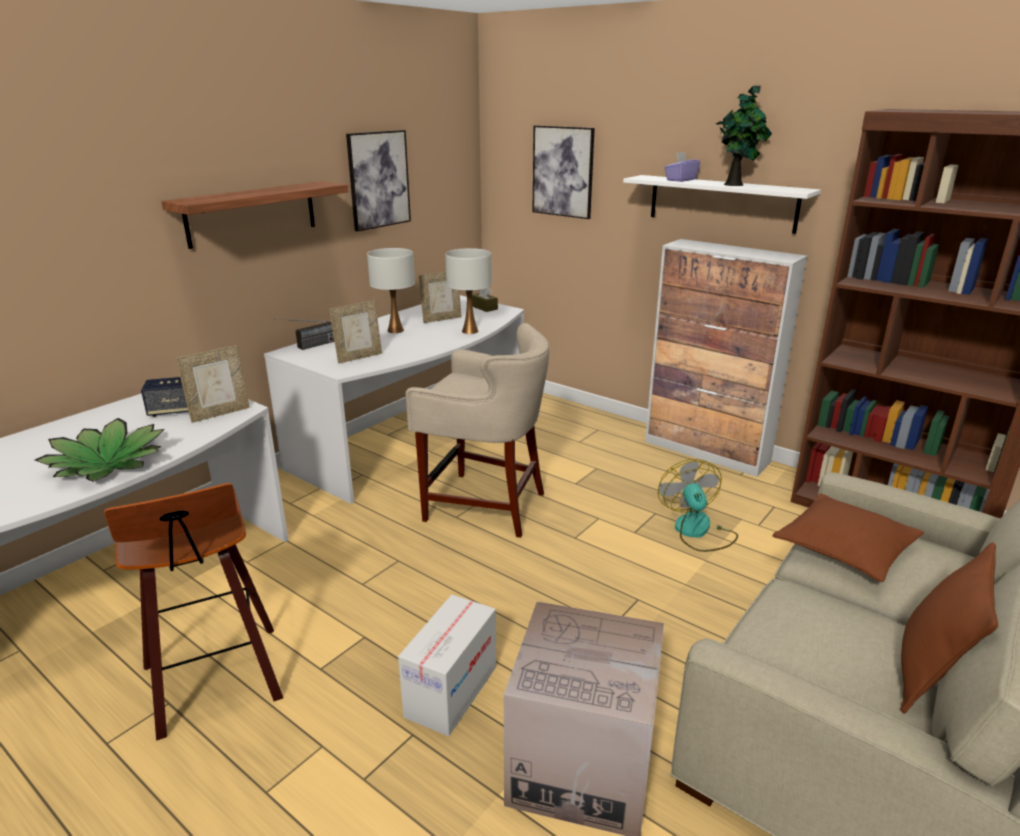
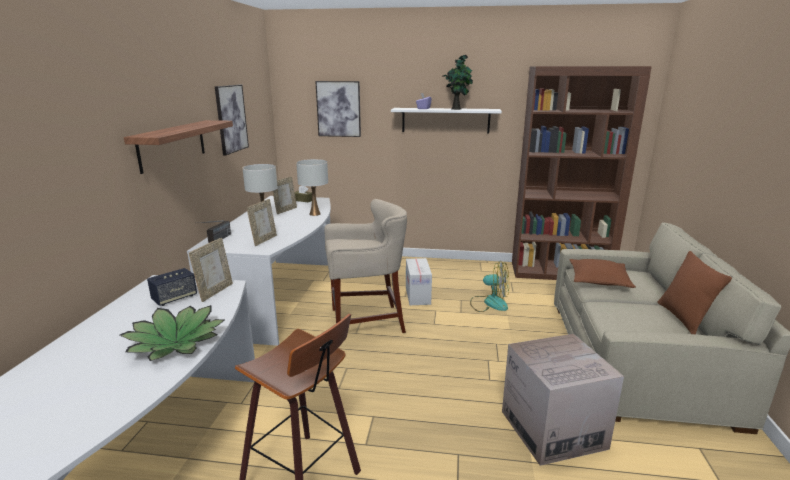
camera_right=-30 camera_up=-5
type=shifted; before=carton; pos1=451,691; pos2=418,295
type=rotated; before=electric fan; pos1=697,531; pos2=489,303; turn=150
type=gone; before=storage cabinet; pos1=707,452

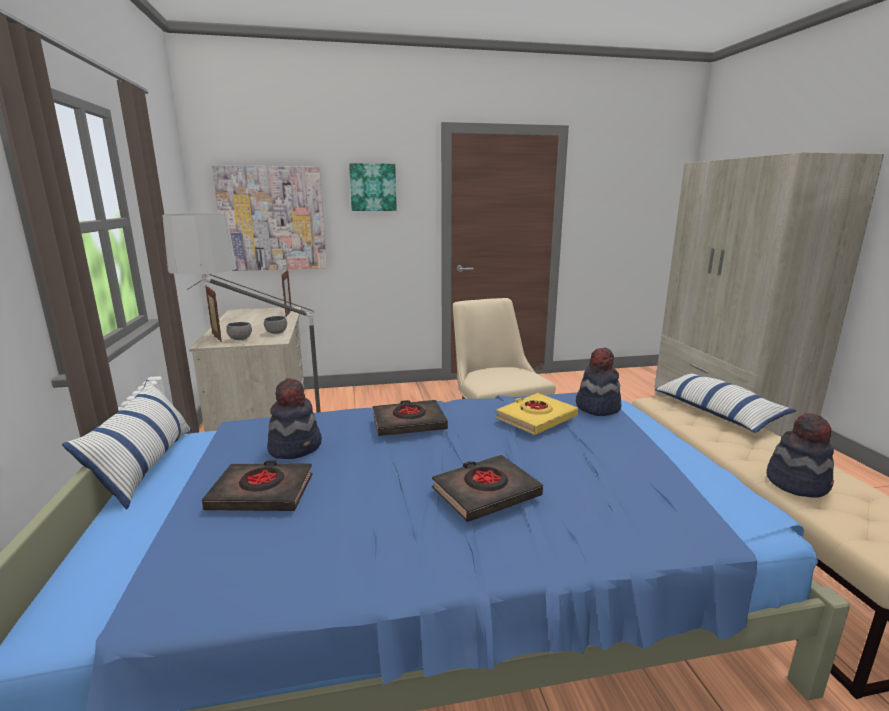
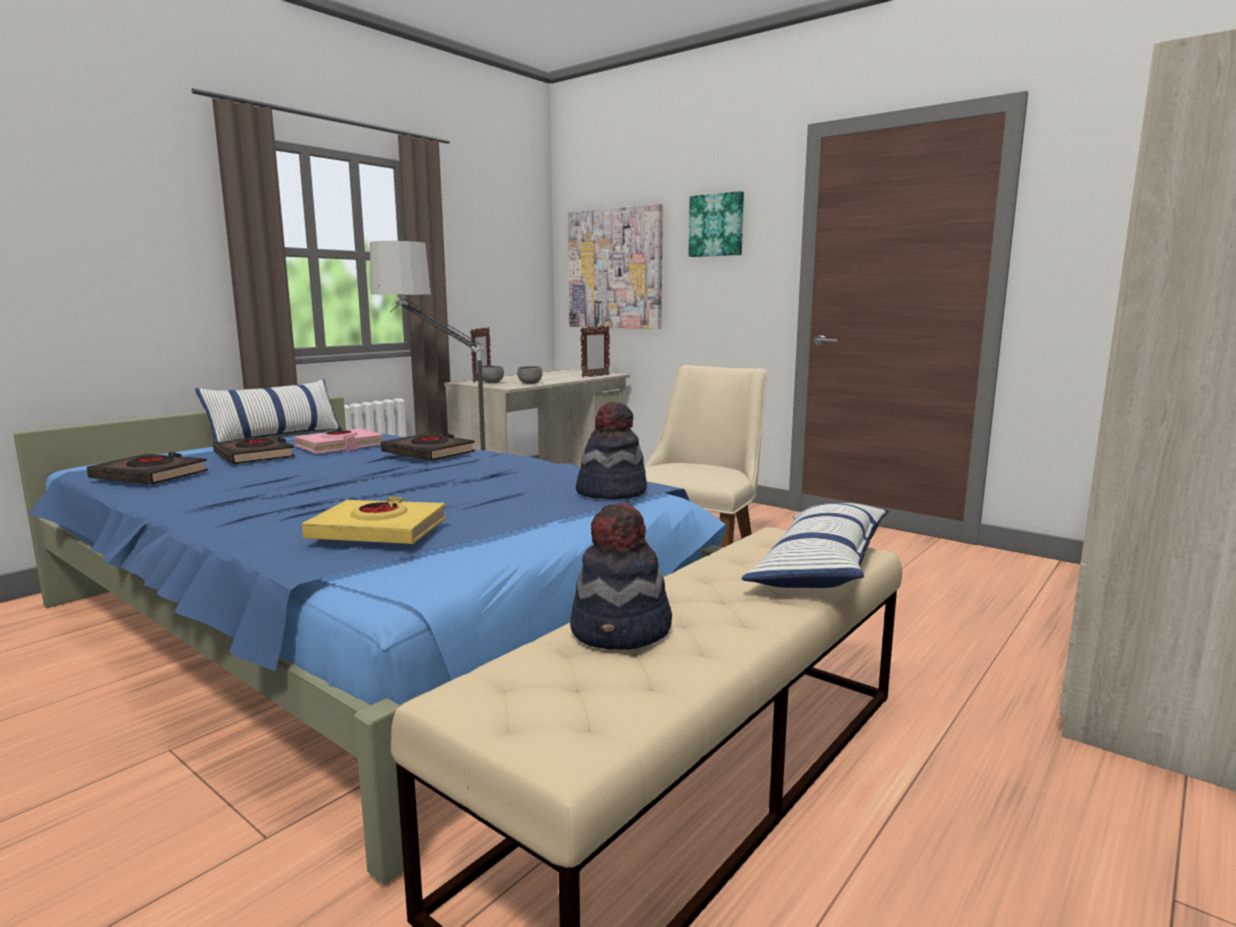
camera_right=50 camera_up=-5
type=shifted; before=book (black-coloured); pos1=485,493; pos2=150,476
type=swapped; before=clothing hat; after=book (pink-coloured); pos1=296,447; pos2=340,447
type=shifted; before=book (yellowish); pos1=536,418; pos2=378,531

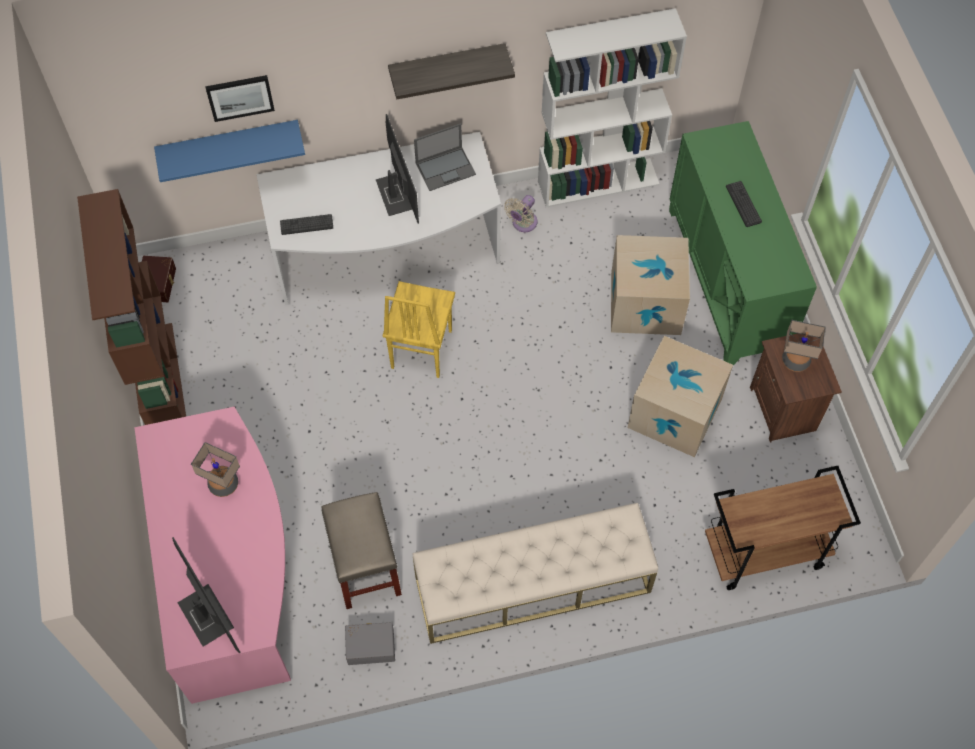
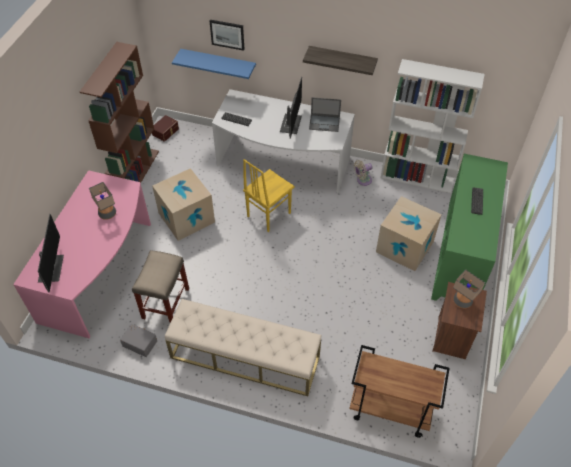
camera_right=30 camera_up=-10
type=shifted; before=carton; pos1=675,413; pos2=186,217

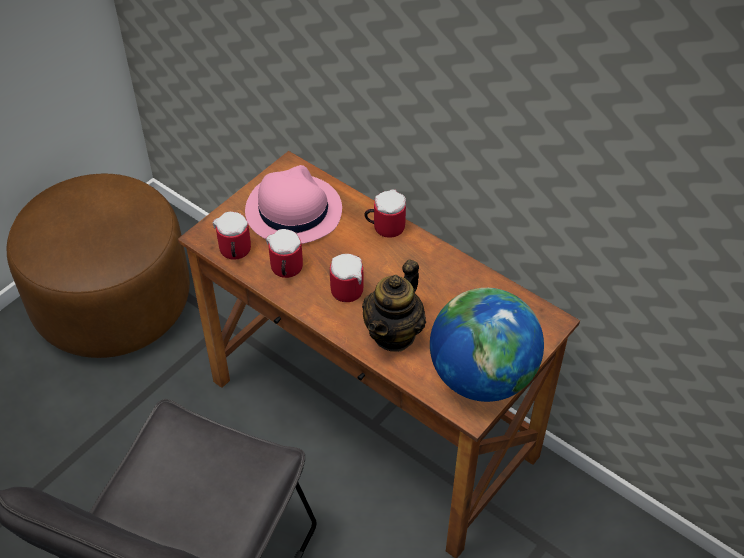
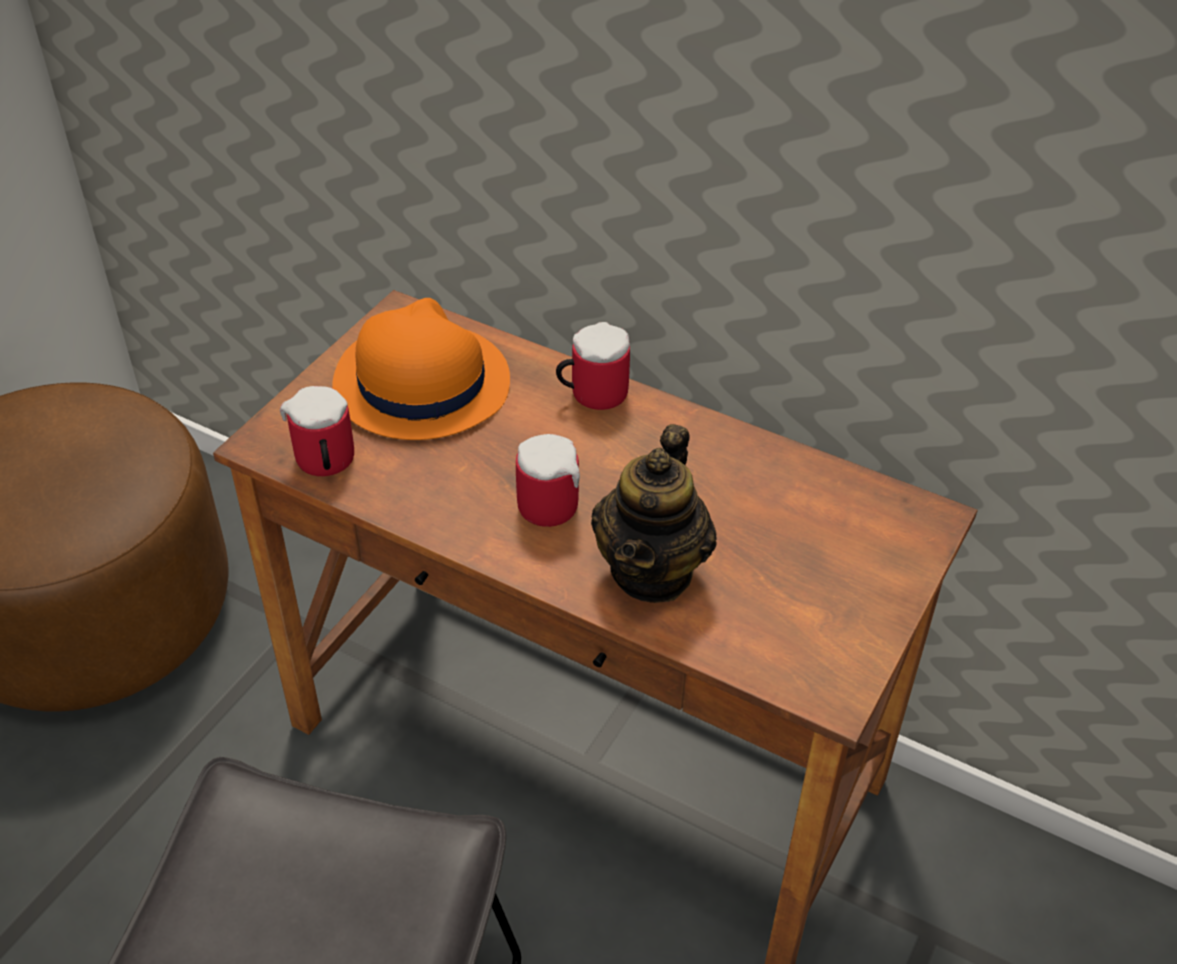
camera_right=-10 camera_up=-5
type=repainted; before=clothing hat (pink-coloured); after=clothing hat (orange); pos1=292,210; pos2=420,383
type=gone; before=mug; pos1=285,270
type=gone; before=world globe; pos1=481,377

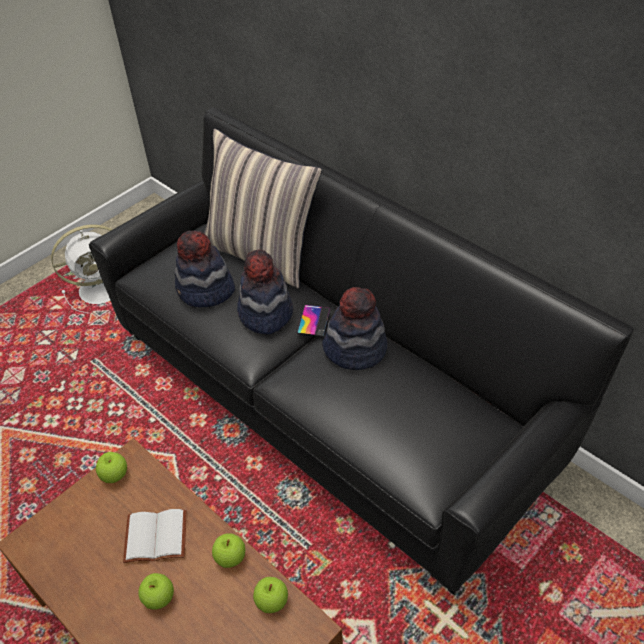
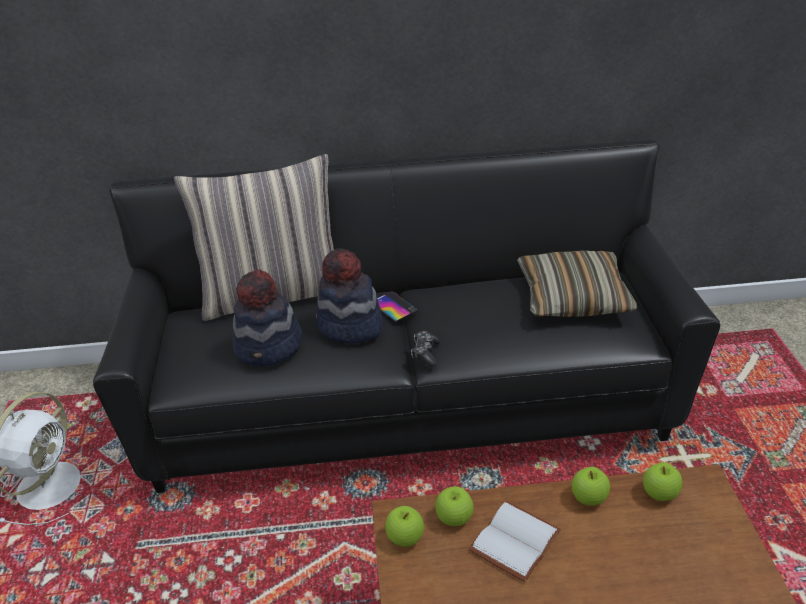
camera_right=-50 camera_up=-10
type=new; after=joypad; pos2=425,353
type=shifted; before=whole apple; pos1=159,598; pos2=454,518
type=new; after=throw pillow; pos2=573,297
type=gone; before=clothing hat; pos1=355,349

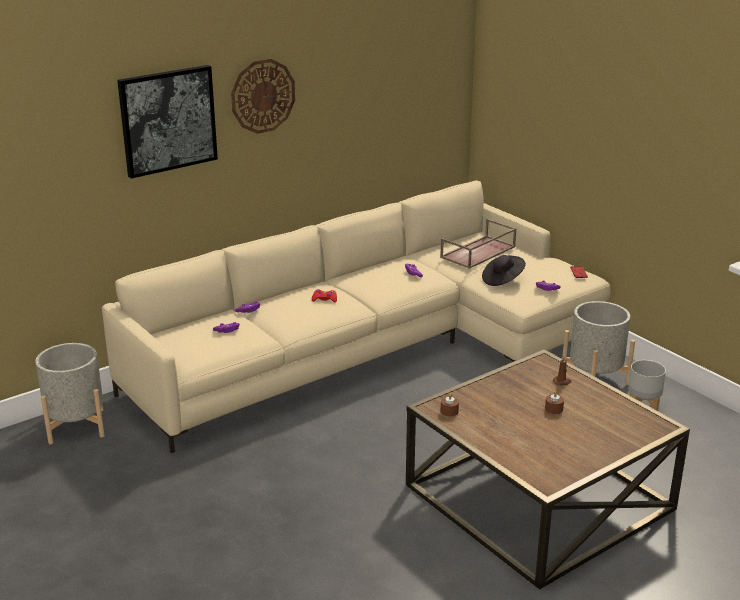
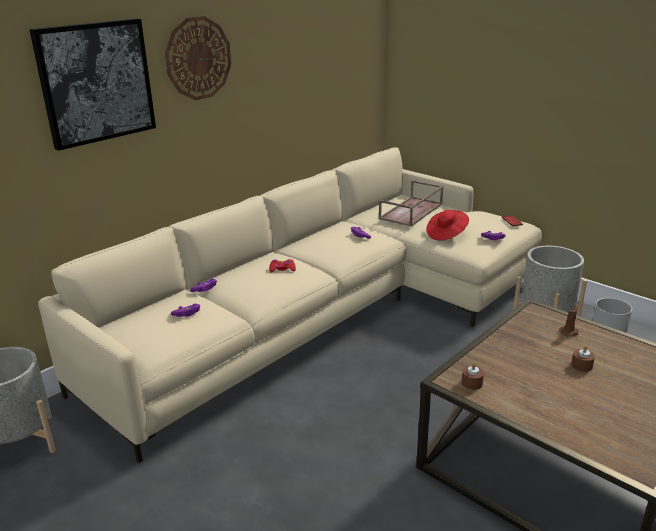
camera_right=-10 camera_up=0
type=repainted; before=clothing hat (black-coloured); after=clothing hat (reddish); pos1=502,280; pos2=446,234

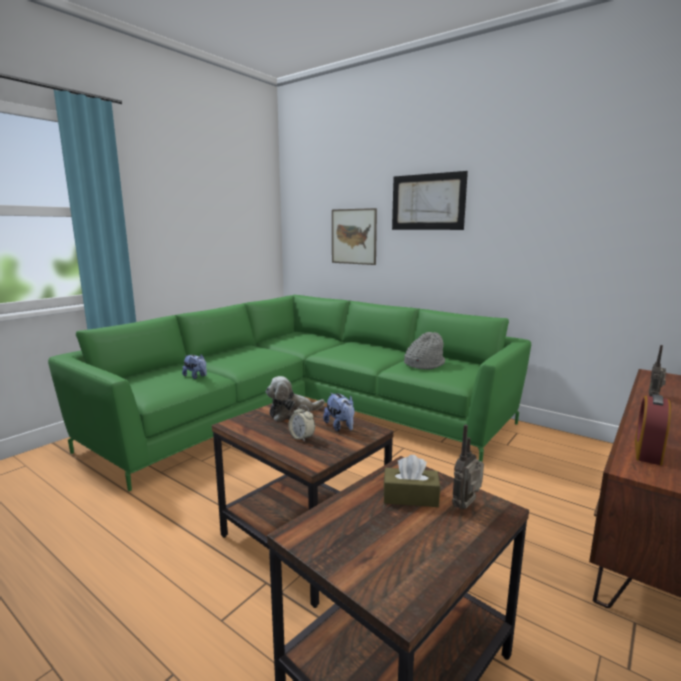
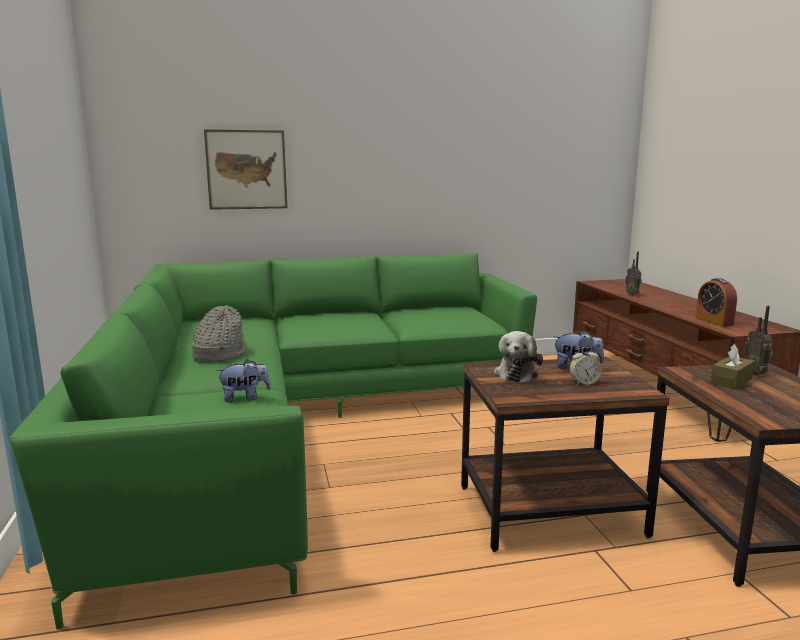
camera_right=-50 camera_up=0
type=shifted; before=clothing hat (grey); pos1=424,364; pos2=219,354
type=gone; before=picture; pos1=427,202

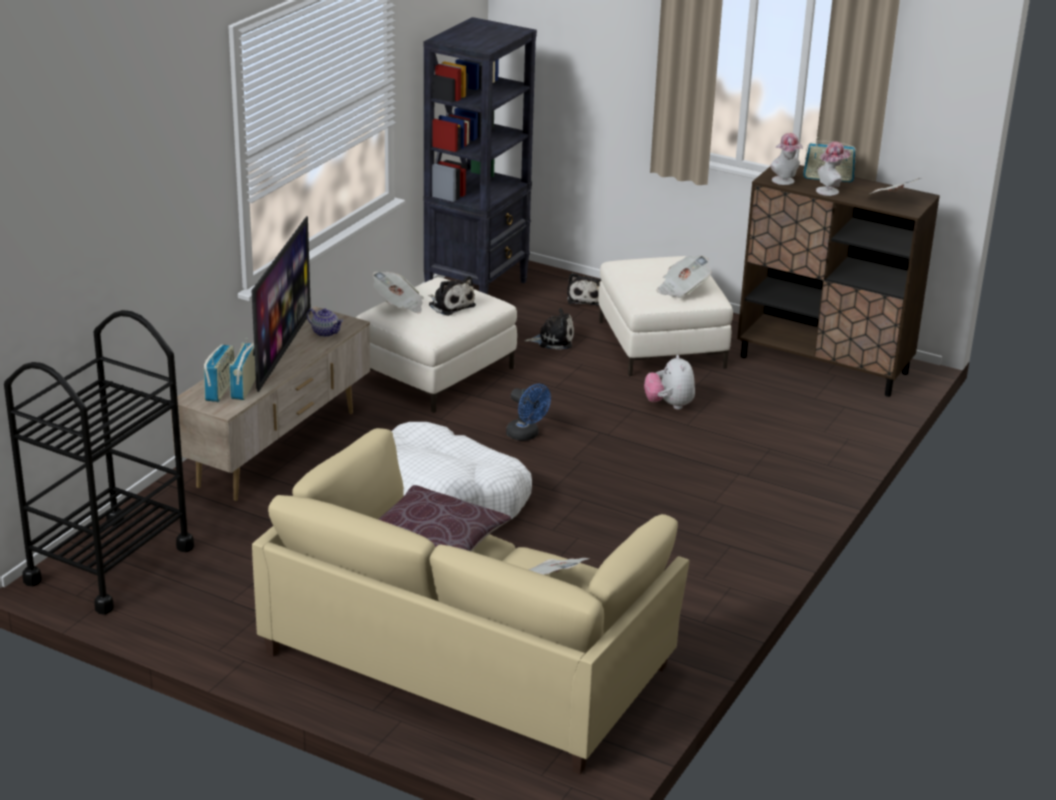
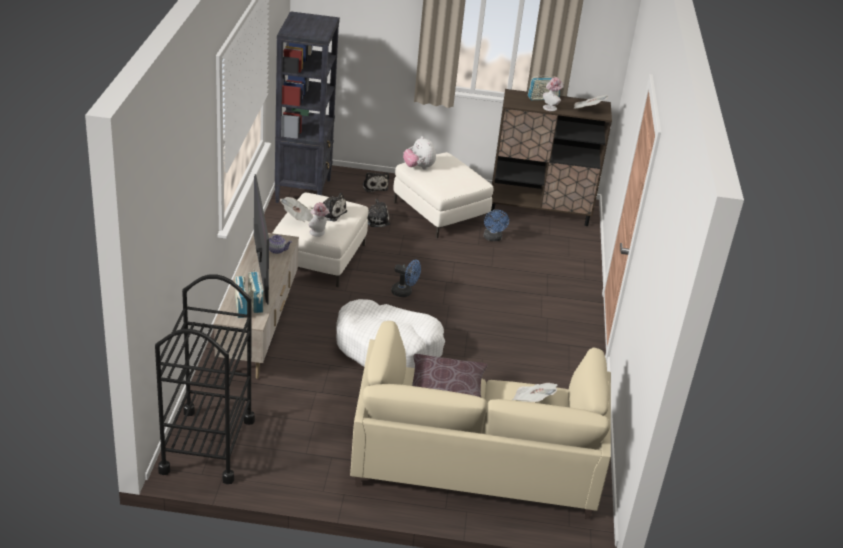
camera_right=-25 camera_up=5
type=shifted; before=clothing hat; pos1=785,181; pos2=319,233
type=shifted; before=cuddly toy; pos1=669,405; pos2=418,167
type=new; after=electric fan (blue); pos2=493,238
type=gone; before=daily paper; pos1=682,289

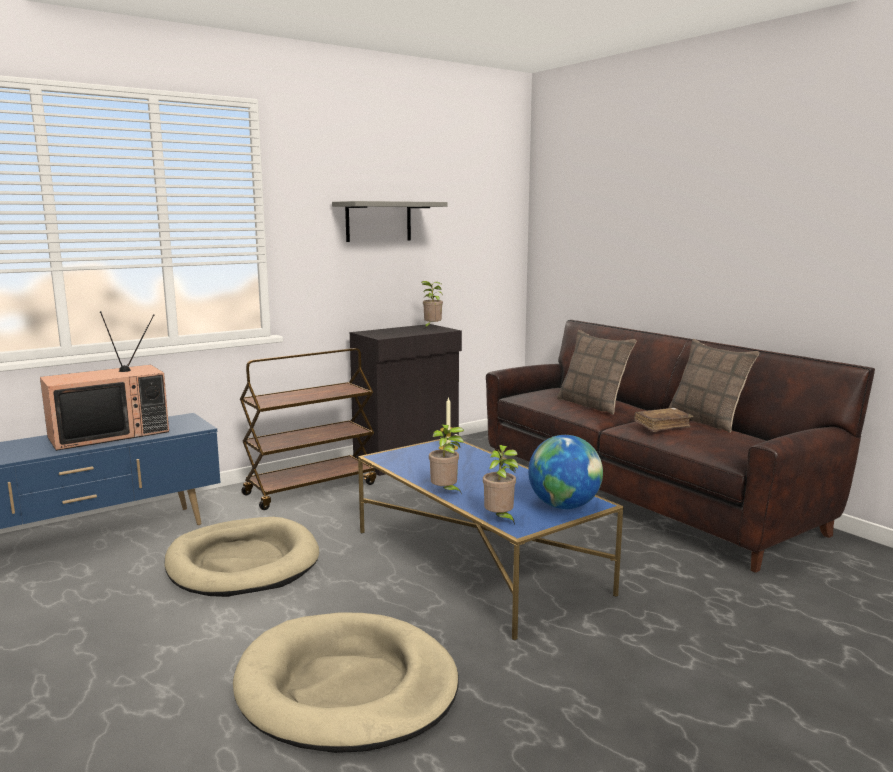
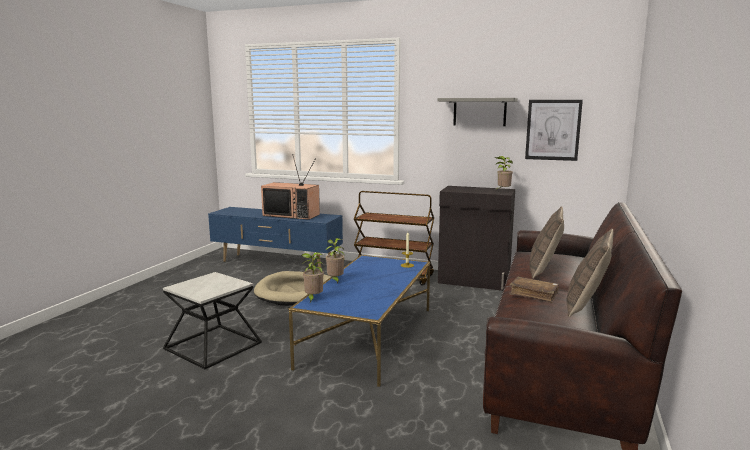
camera_right=55 camera_up=0
type=swapped; before=dog cushion (sand-coloured); after=accent table; pos1=347,688; pos2=213,346
type=new; after=picture; pos2=553,130
type=gone; before=world globe; pos1=564,506

